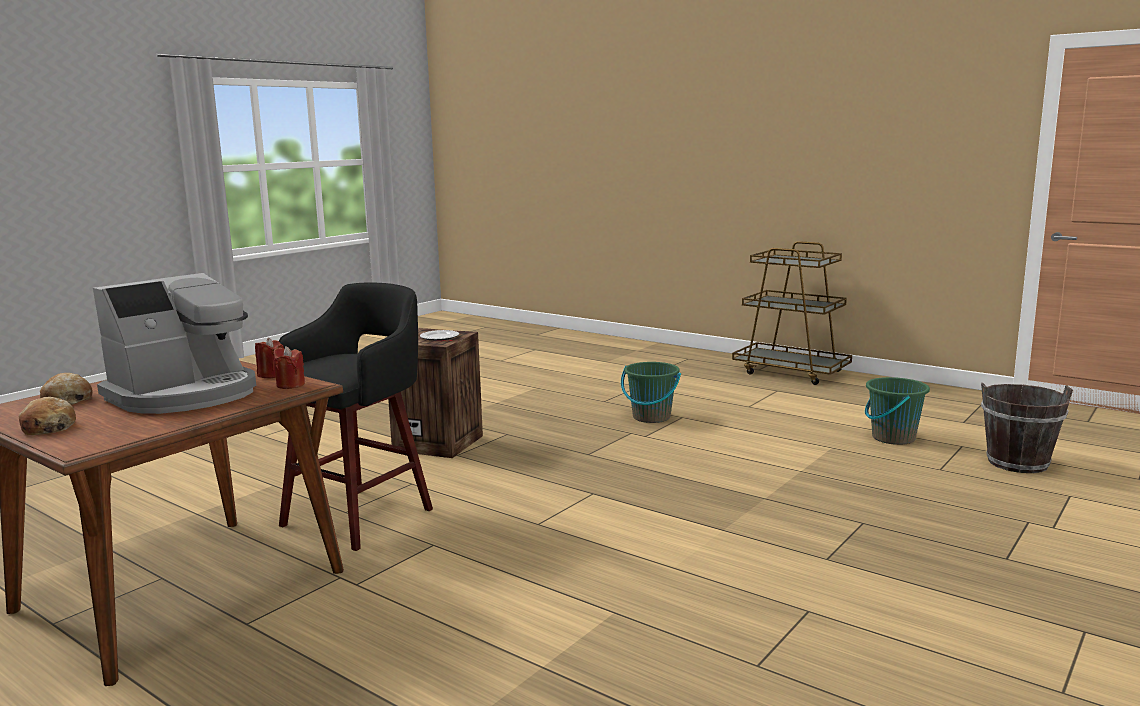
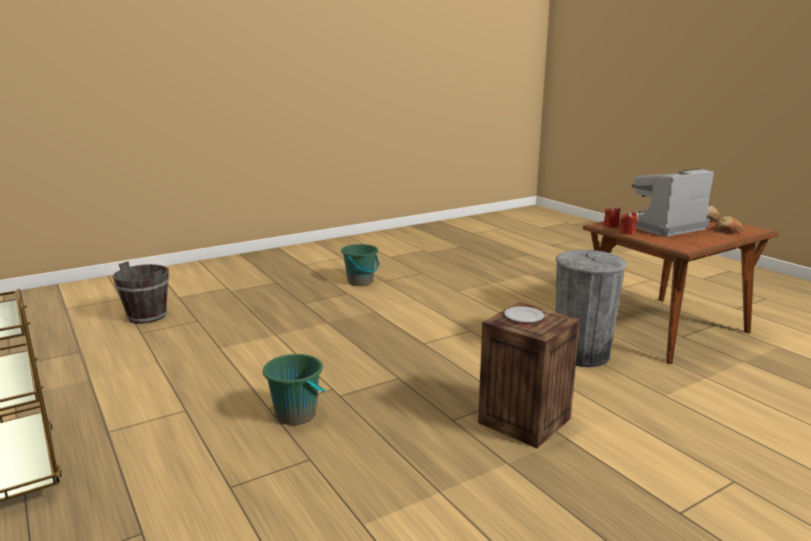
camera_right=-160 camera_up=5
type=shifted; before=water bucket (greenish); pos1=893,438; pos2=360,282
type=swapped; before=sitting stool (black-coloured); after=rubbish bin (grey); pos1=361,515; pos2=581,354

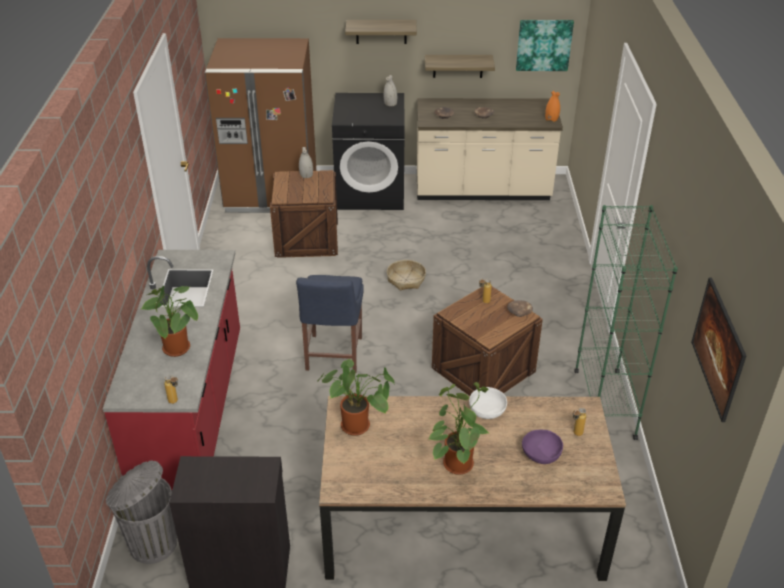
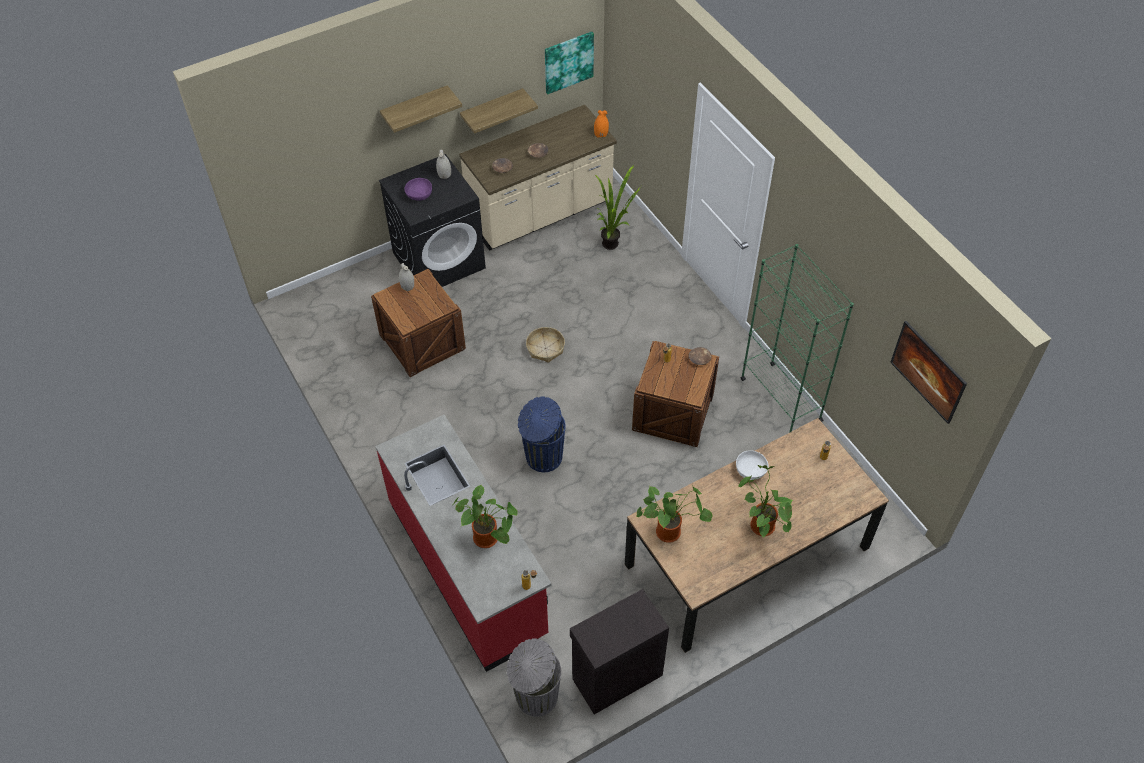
camera_right=-30 camera_up=15
type=shifted; before=serving bowl (purple); pos1=540,454; pos2=419,195
type=swapped; before=plain chair (blue); after=rubbish bin (blue); pos1=333,356; pos2=542,457
type=new; after=potted plant; pos2=614,243
type=gone; before=kitchen fridge (brown-coloured); pos1=271,194

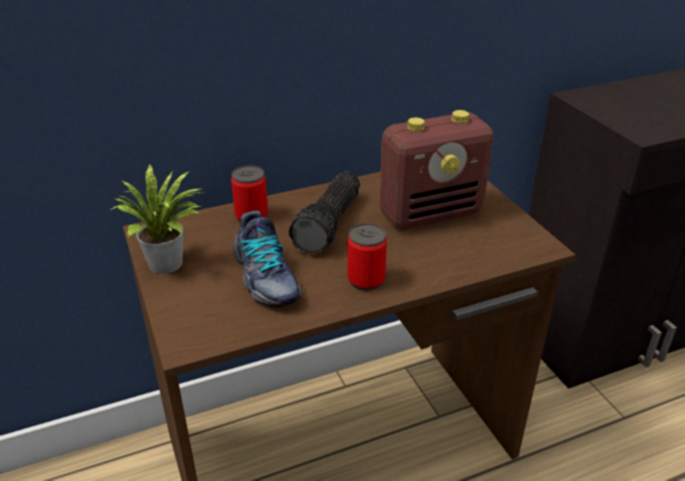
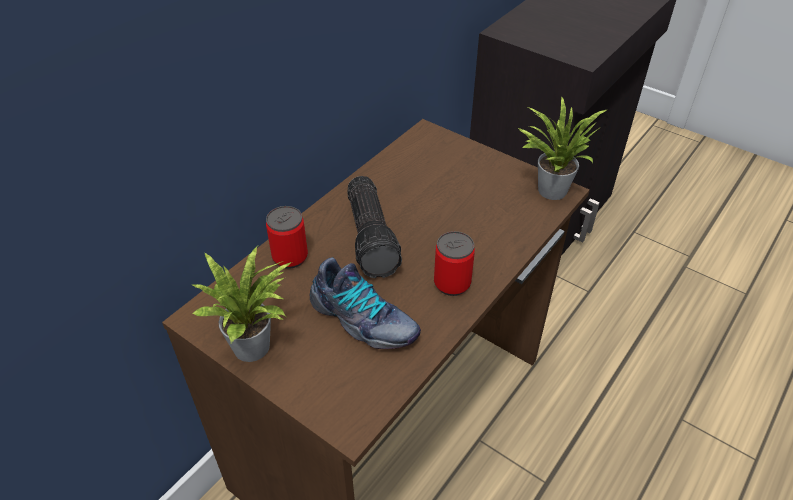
camera_right=-30 camera_up=10
type=new; after=potted plant; pos2=549,188
type=gone; before=radio set; pos1=431,213

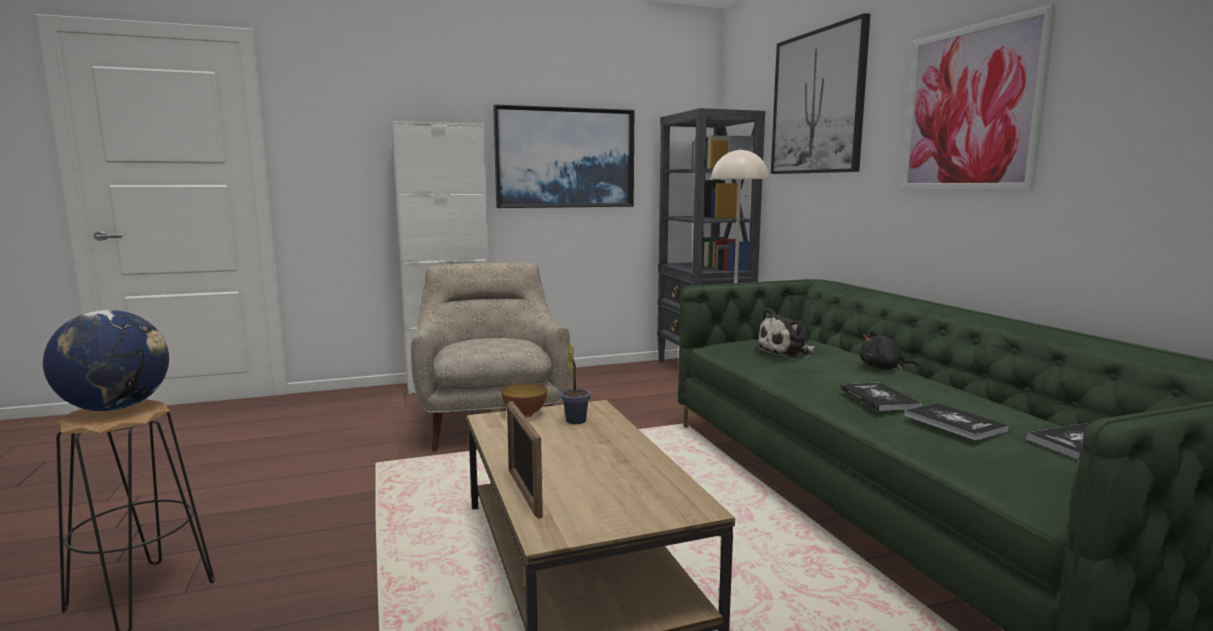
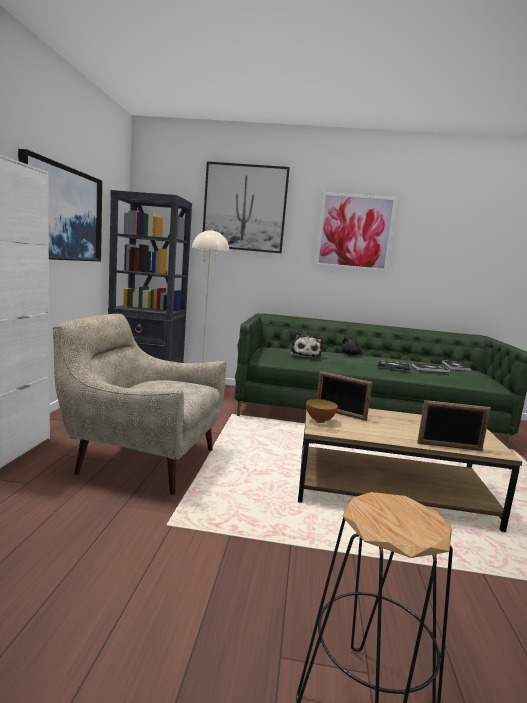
camera_right=-65 camera_up=0
type=swapped; before=potted plant; after=standing frame; pos1=576,420; pos2=340,413
type=gone; before=world globe; pos1=116,408

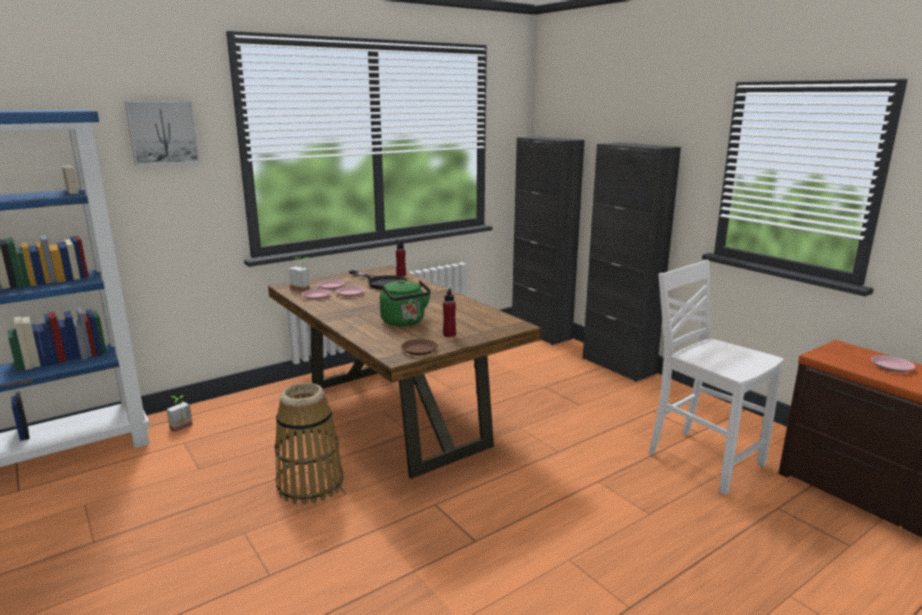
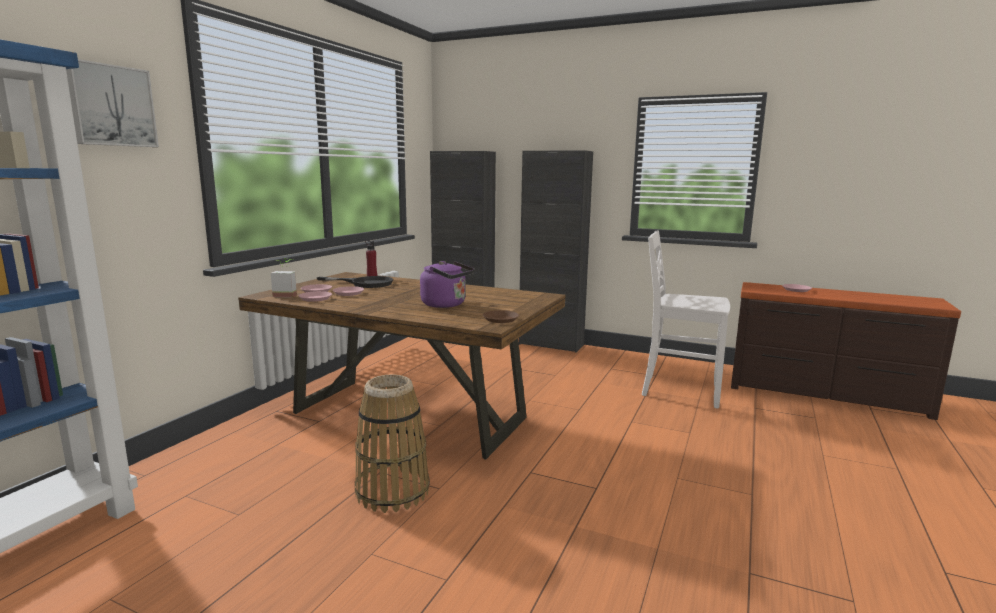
camera_right=-30 camera_up=-5
type=repainted; before=tea kettle (greenish); after=tea kettle (purple); pos1=405,322; pos2=446,304
type=gone; before=potted plant; pos1=183,428
type=gone; before=drink bottle (reddish); pos1=449,334

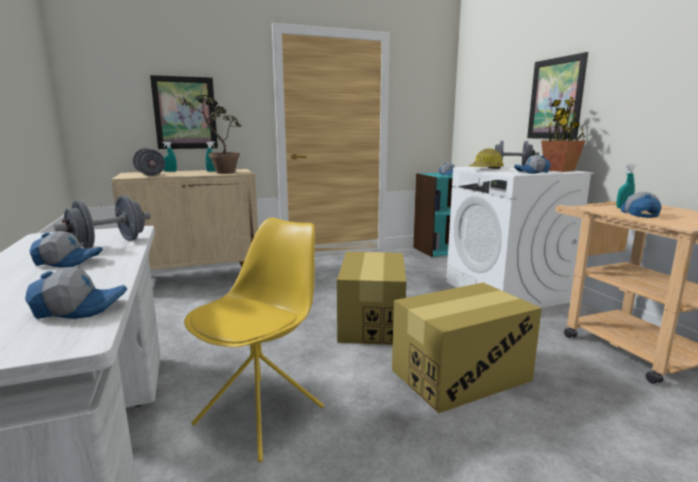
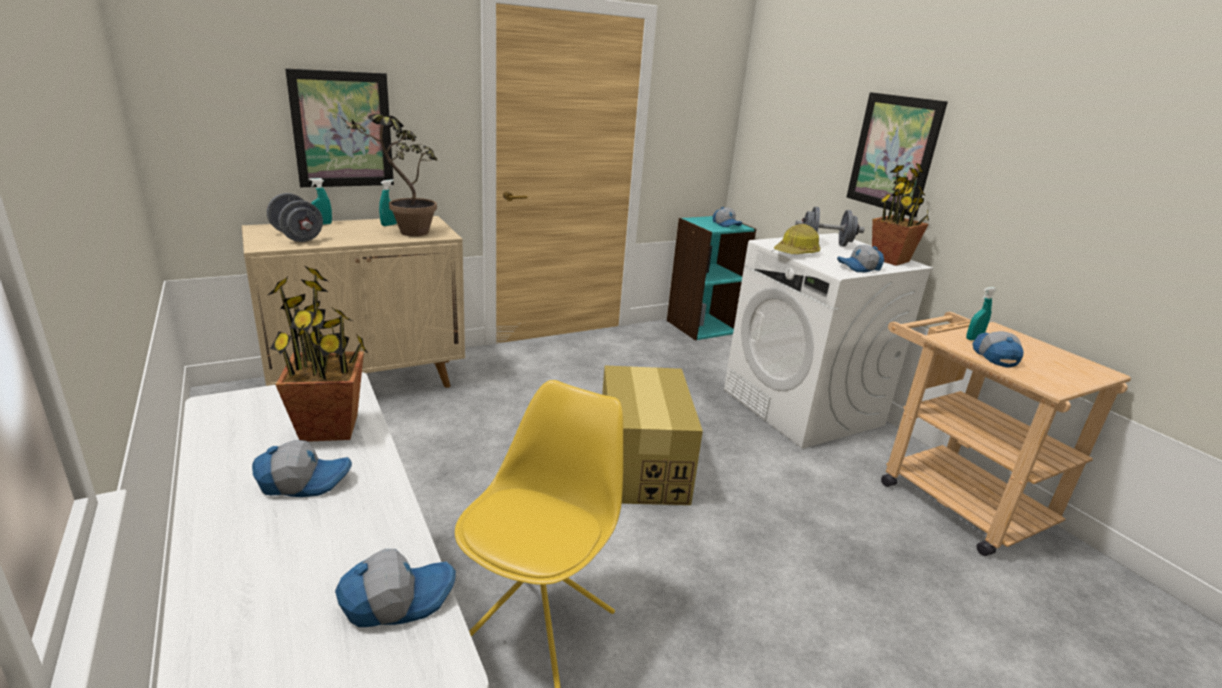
camera_right=-10 camera_up=10
type=swapped; before=hand weight (grey); after=potted plant; pos1=108,243; pos2=330,428
type=gone; before=carton; pos1=460,375

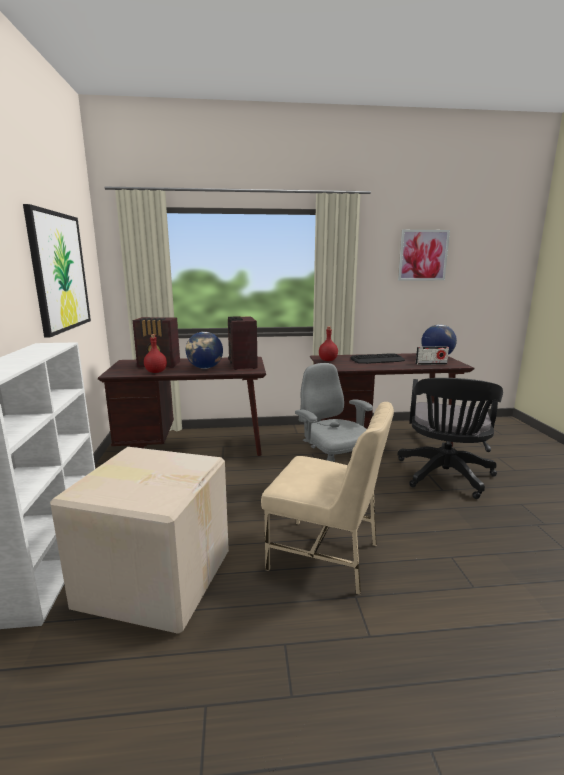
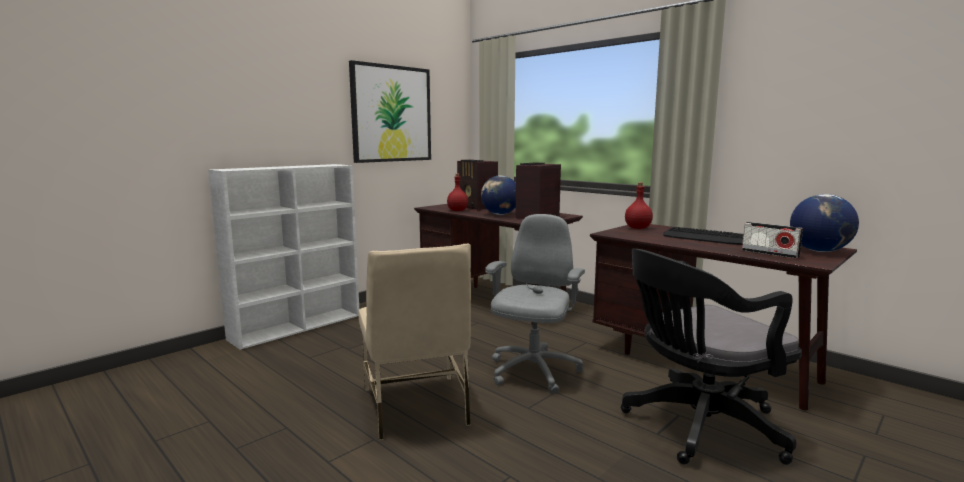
camera_right=50 camera_up=-5
type=gone; before=carton; pos1=155,577
type=gone; before=picture; pos1=423,255

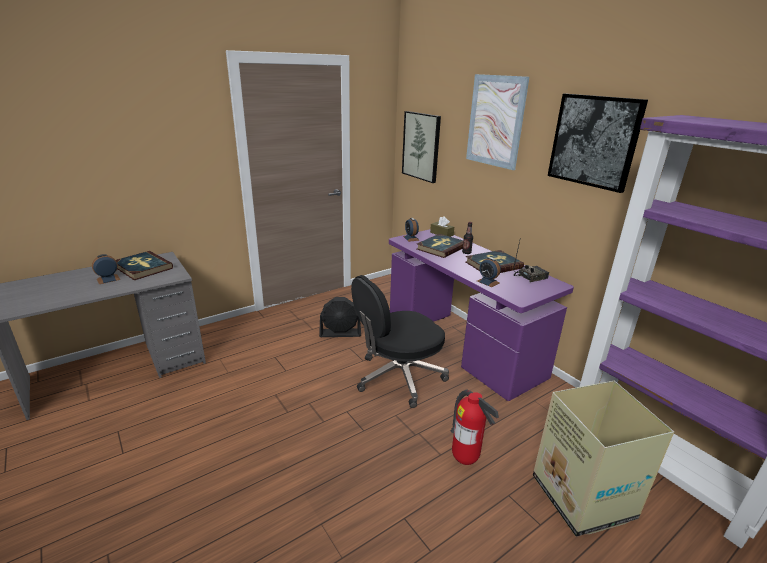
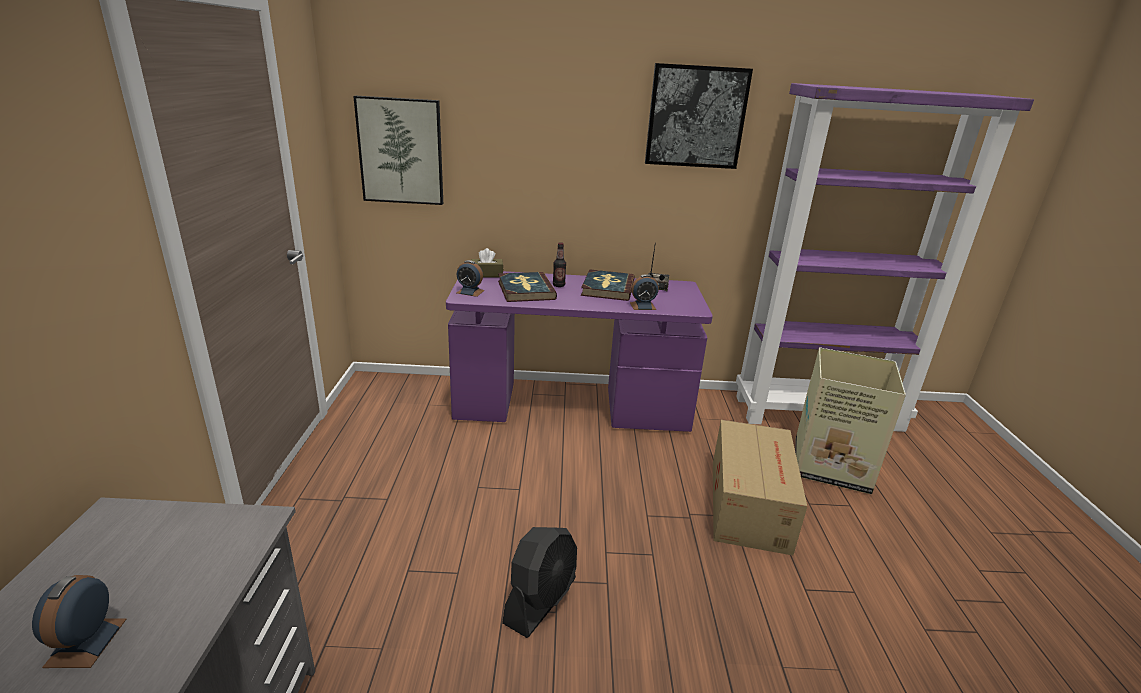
camera_right=-55 camera_up=0
type=shifted; before=electric fan (black-coloured); pos1=340,333; pos2=541,600
type=swapped; before=extinguisher; after=carton; pos1=465,459; pos2=749,503
type=gone; before=book; pos1=143,267
type=gone; before=computer chair (black-coloured); pos1=398,377
type=gone; before=picture; pos1=495,121

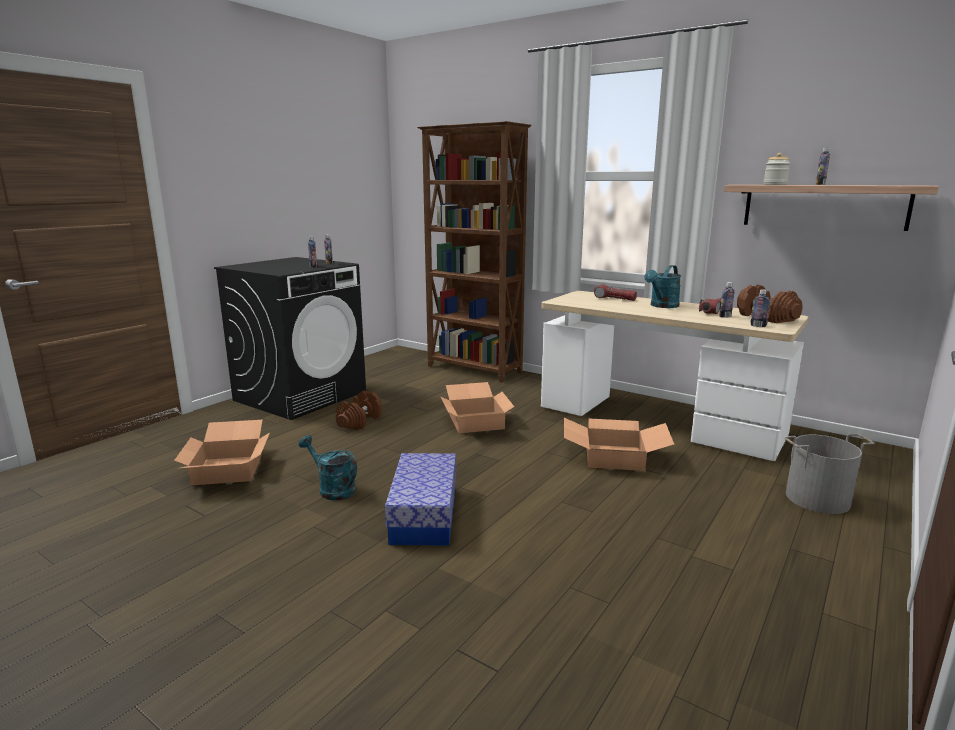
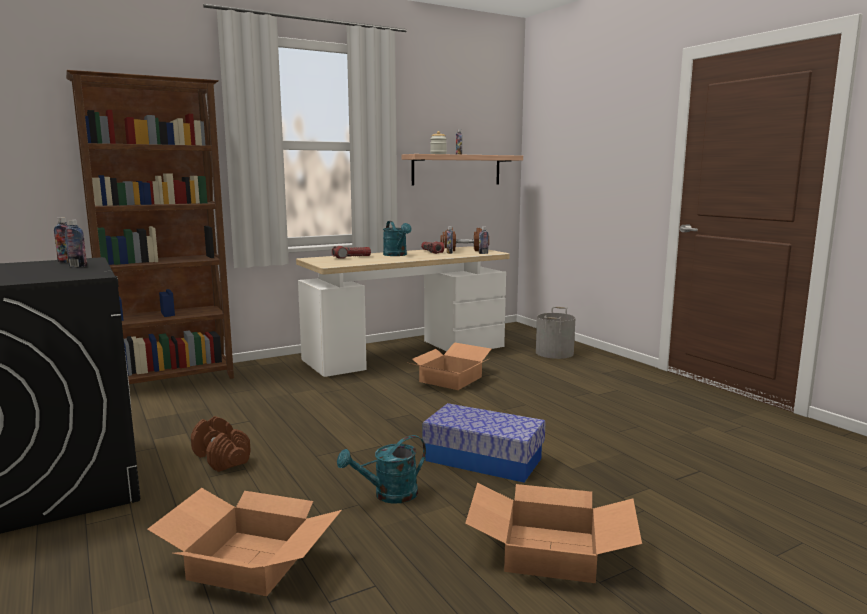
camera_right=-65 camera_up=-5
type=shifted; before=carton; pos1=475,421; pos2=548,553

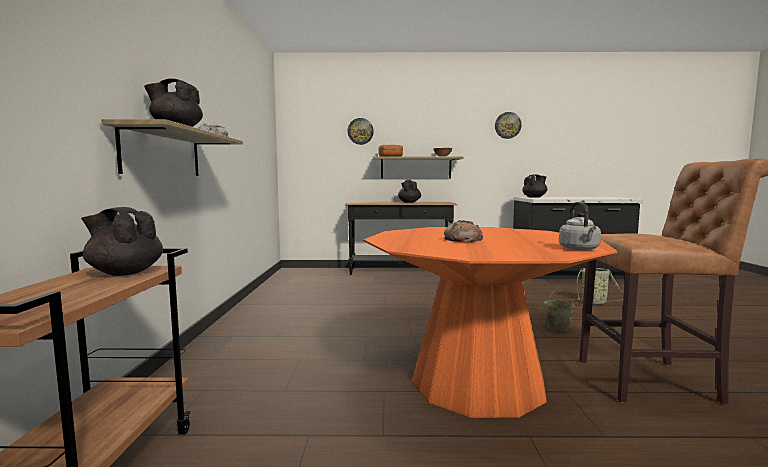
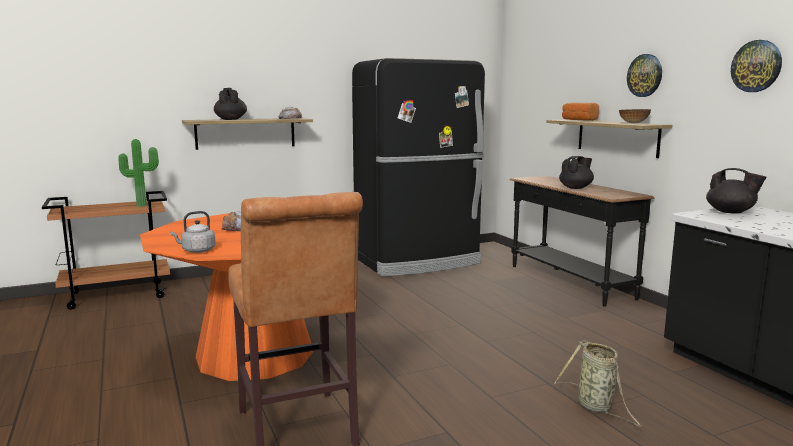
camera_right=65 camera_up=5
type=swapped; before=pot for tea (black-coloured); after=potted plant; pos1=125,272; pos2=142,205
type=new; after=kitchen fridge (black-coloured); pos2=418,261
type=shifted; before=clock on the wall; pos1=360,131; pos2=645,75
type=gone; before=water bucket (sand-coloured); pos1=557,327

